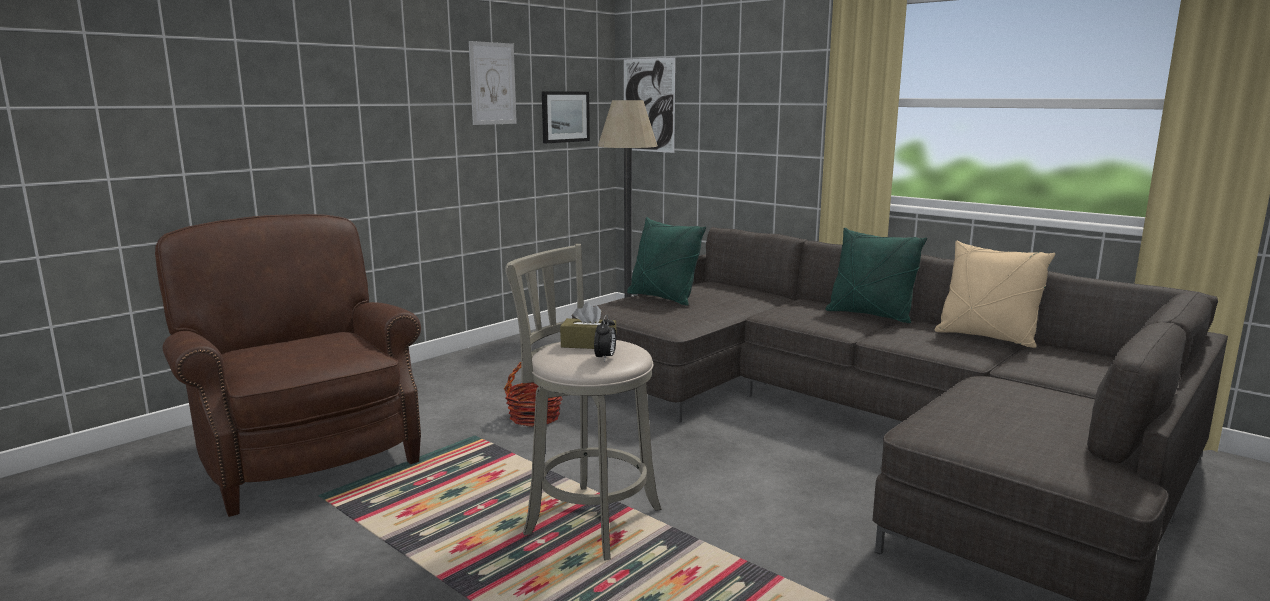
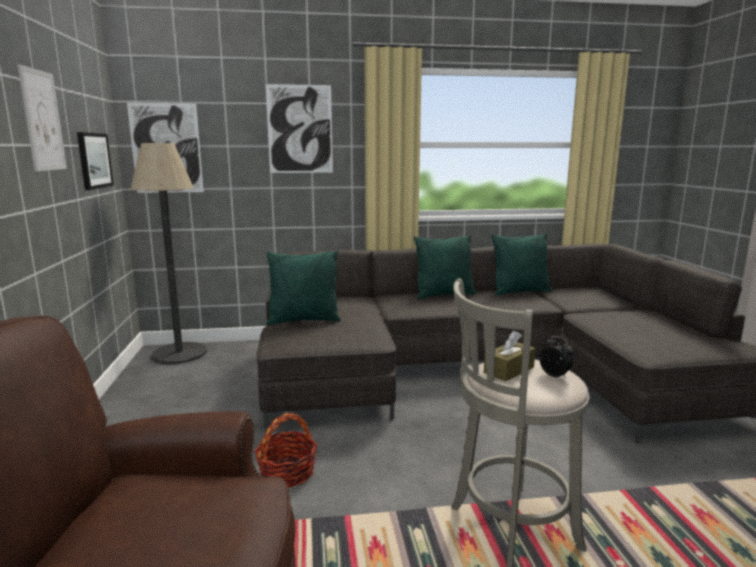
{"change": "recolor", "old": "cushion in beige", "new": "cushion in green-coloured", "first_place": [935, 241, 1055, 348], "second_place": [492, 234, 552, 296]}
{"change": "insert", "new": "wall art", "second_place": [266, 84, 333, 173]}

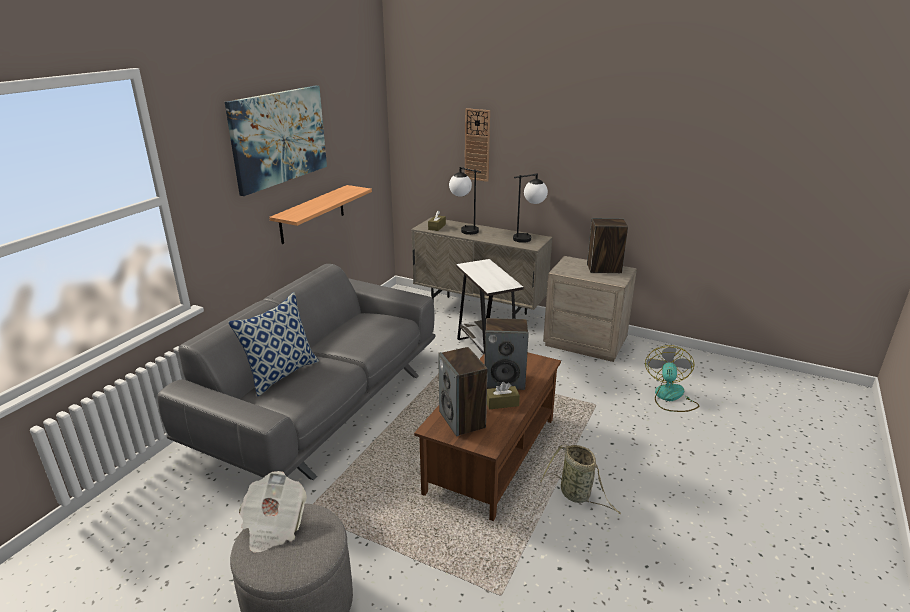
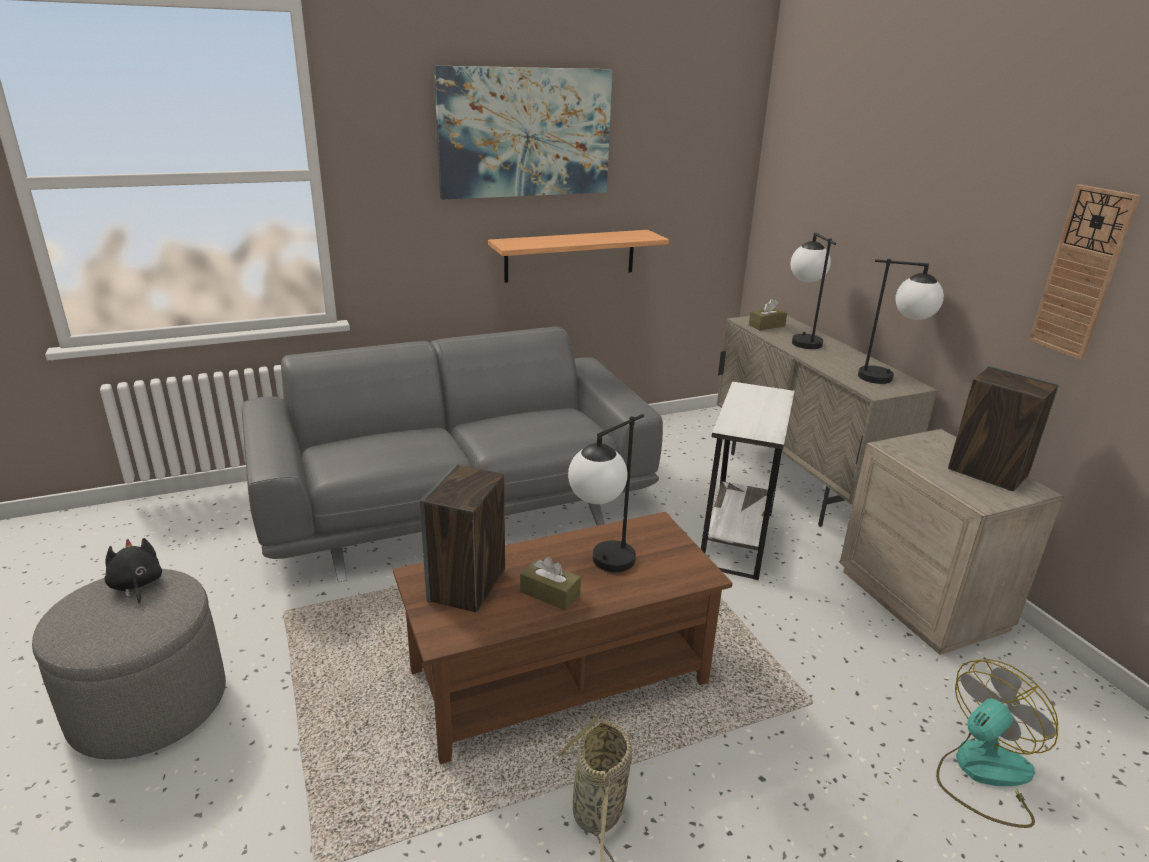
{"change": "delete", "old": "cushion", "first_place": [228, 292, 319, 397]}
{"change": "replace", "old": "daily paper", "new": "soft toy in blackish", "first_place": [239, 471, 307, 553], "second_place": [104, 538, 162, 604]}
{"change": "move", "old": "clock on the wall", "first_place": [465, 108, 490, 182], "second_place": [1029, 184, 1140, 360]}
{"change": "replace", "old": "loudspeaker", "new": "lamp for a table", "first_place": [484, 318, 529, 390], "second_place": [568, 414, 644, 572]}

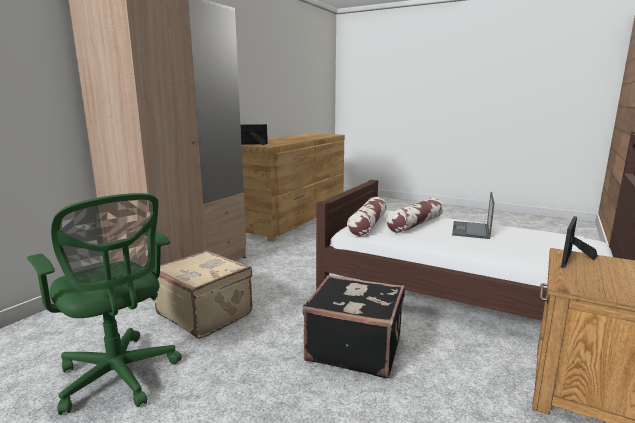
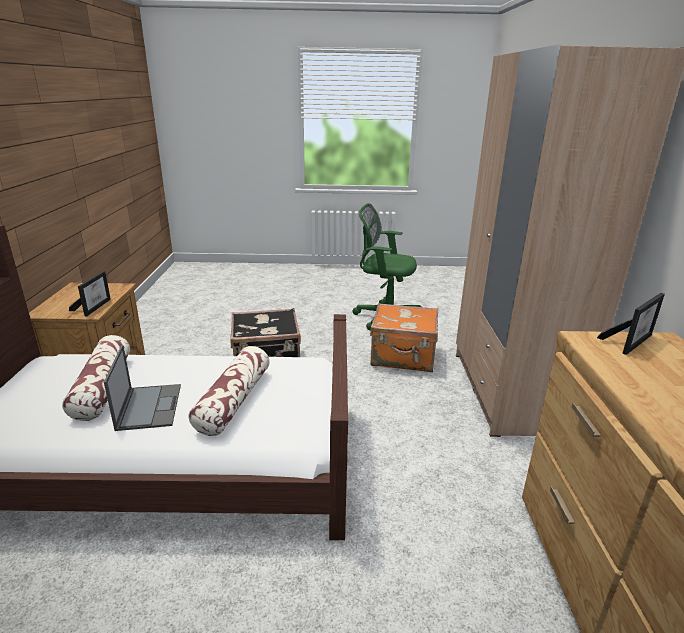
{"change": "recolor", "old": "suitcase in beige", "new": "suitcase in orange", "first_place": [155, 250, 252, 339], "second_place": [370, 303, 438, 372]}
{"change": "move", "old": "cushion", "first_place": [347, 197, 387, 236], "second_place": [62, 335, 130, 421]}

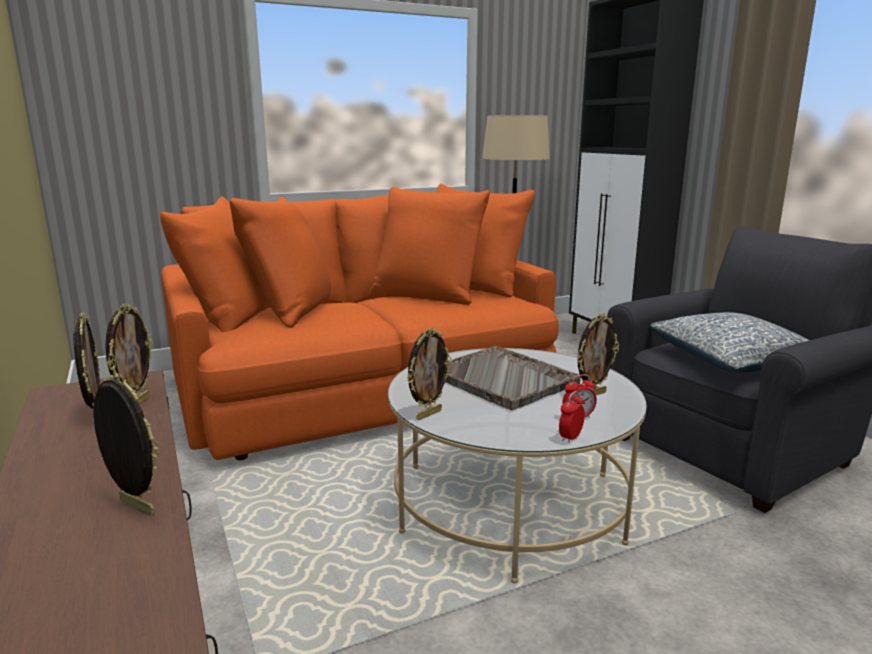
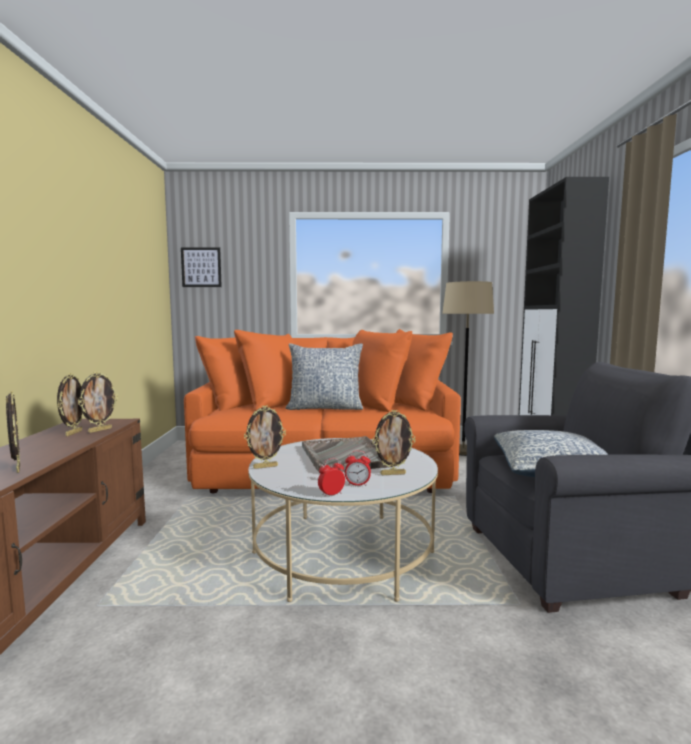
{"change": "insert", "new": "wall art", "second_place": [181, 247, 222, 287]}
{"change": "insert", "new": "cushion", "second_place": [285, 343, 363, 410]}

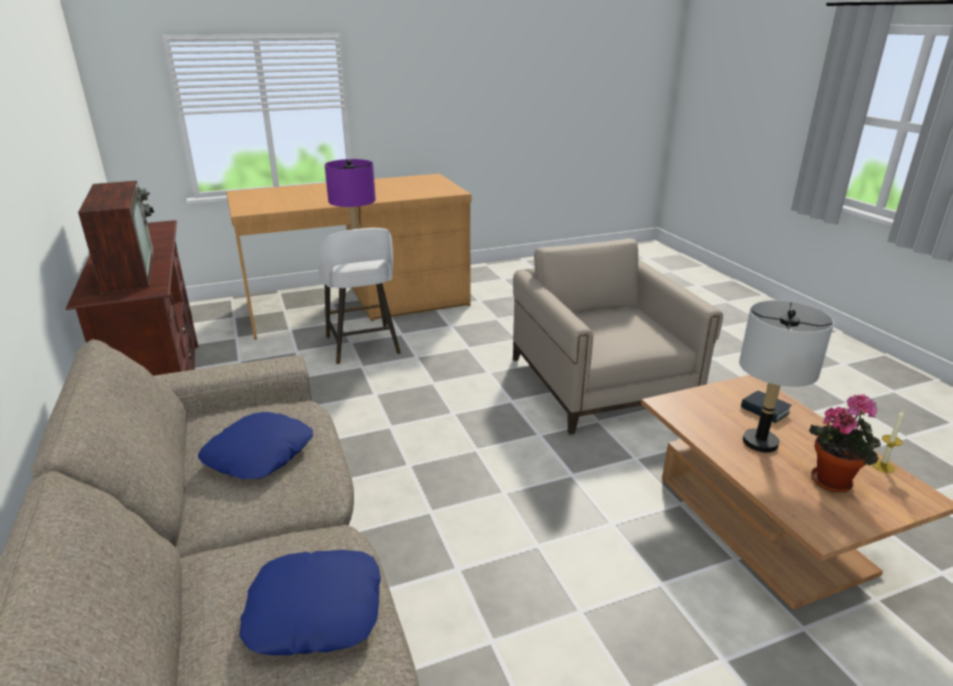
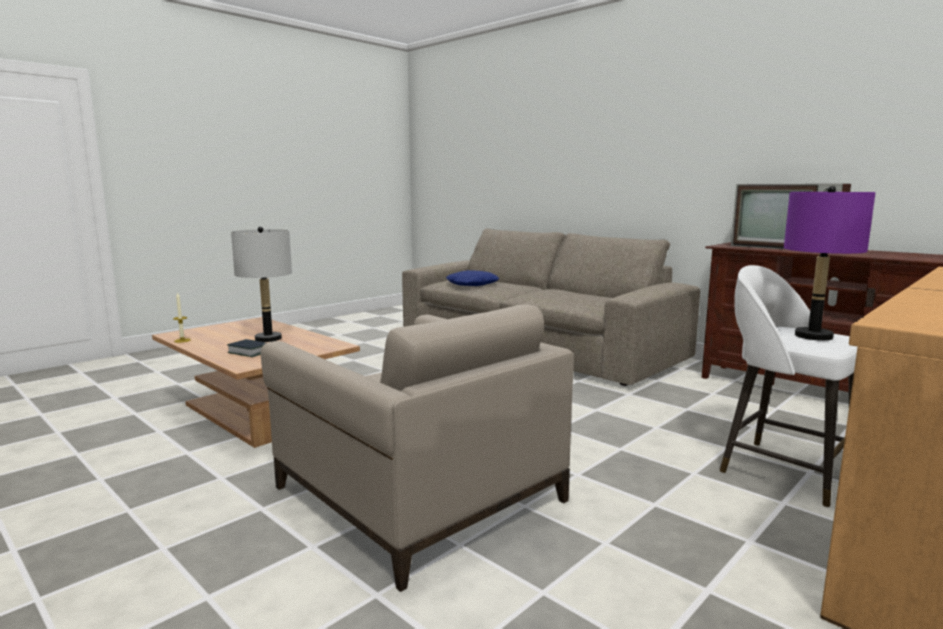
{"change": "delete", "old": "cushion in bluish", "first_place": [198, 412, 313, 479]}
{"change": "delete", "old": "potted plant", "first_place": [809, 394, 881, 493]}

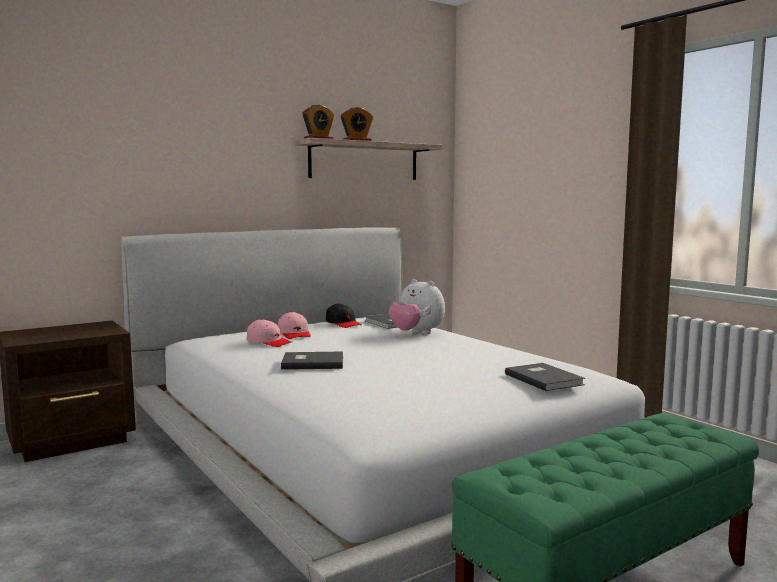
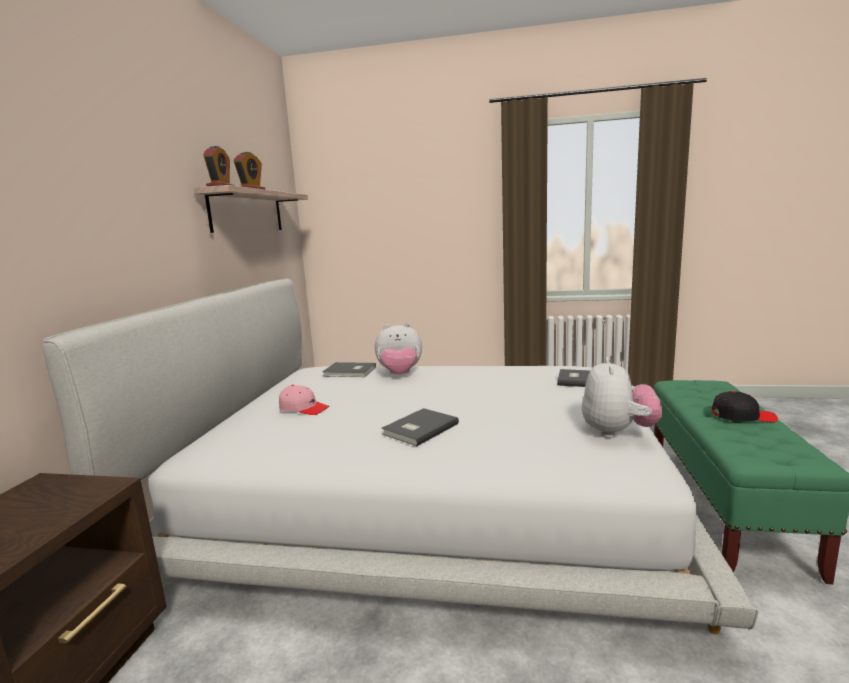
{"change": "delete", "old": "cap in pink", "first_place": [247, 319, 292, 347]}
{"change": "move", "old": "cap in blackish", "first_place": [326, 303, 362, 328], "second_place": [712, 391, 778, 422]}
{"change": "insert", "new": "soft toy", "second_place": [582, 357, 662, 438]}

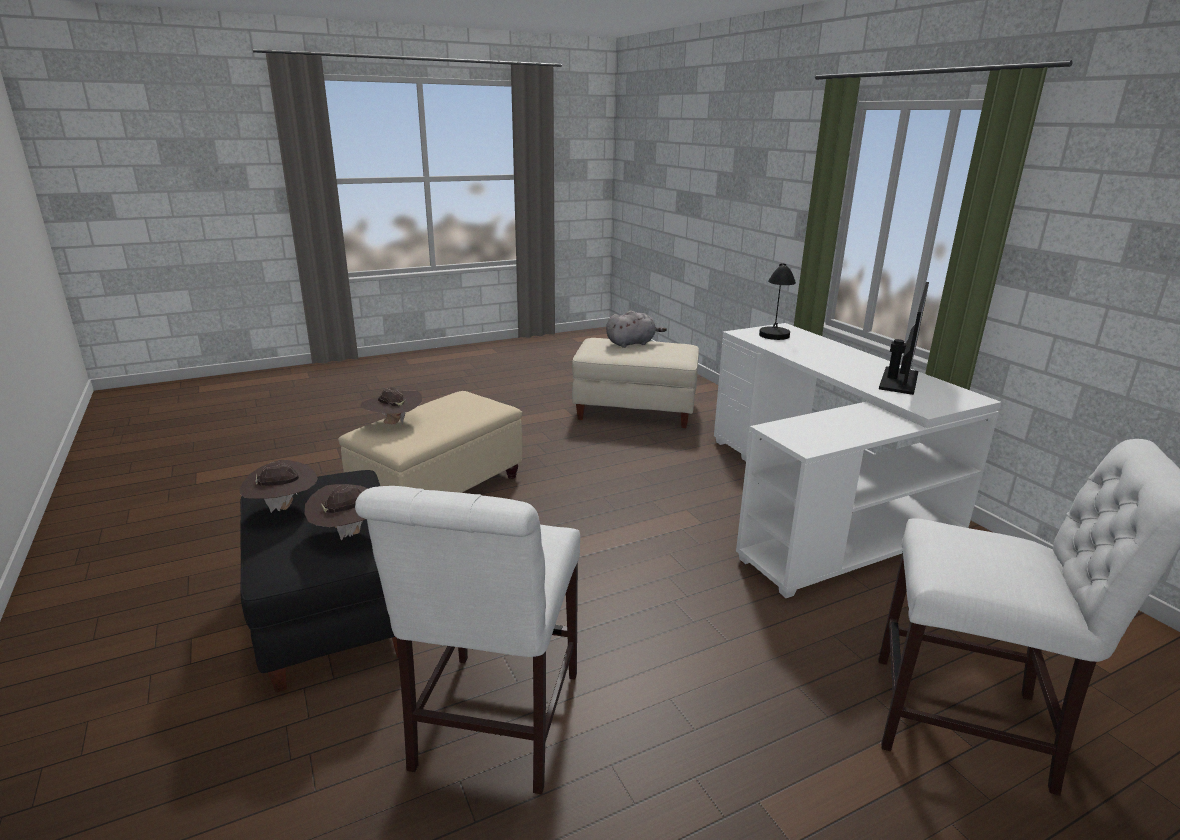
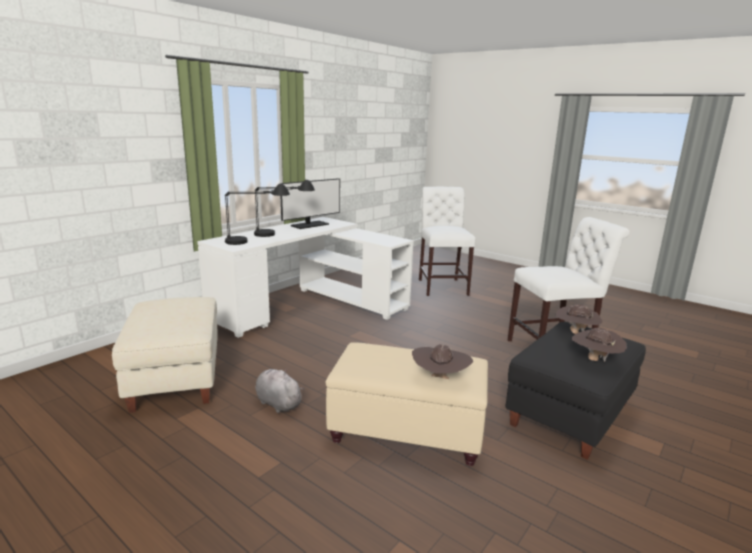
{"change": "move", "old": "soft toy in grey", "first_place": [606, 310, 667, 348], "second_place": [255, 369, 305, 413]}
{"change": "rotate", "old": "computer display", "first_place": [879, 282, 929, 395], "second_place": [281, 178, 340, 229], "degrees": 135}
{"change": "insert", "new": "lamp for a table in blackish", "second_place": [254, 180, 315, 237]}

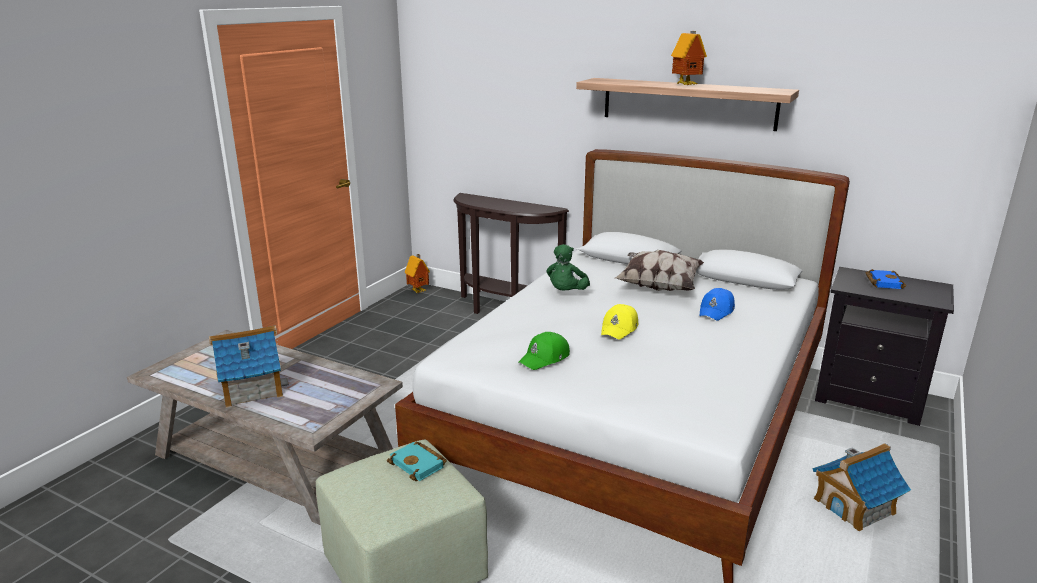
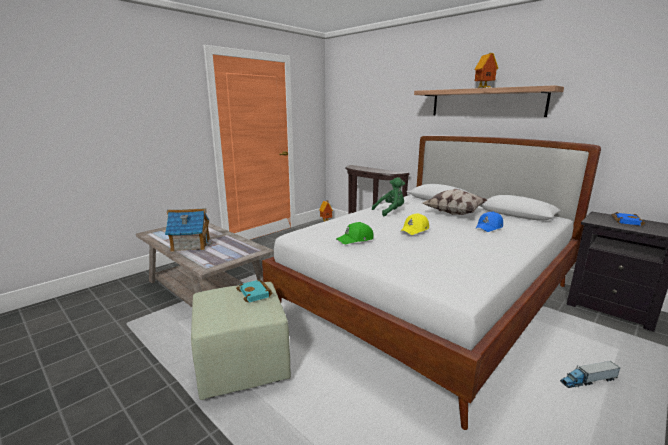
{"change": "rotate", "old": "soft toy in green-coloured", "first_place": [546, 244, 590, 291], "second_place": [372, 177, 405, 216], "degrees": -150}
{"change": "replace", "old": "miniature house", "new": "model truck", "first_place": [812, 443, 911, 531], "second_place": [560, 361, 620, 388]}

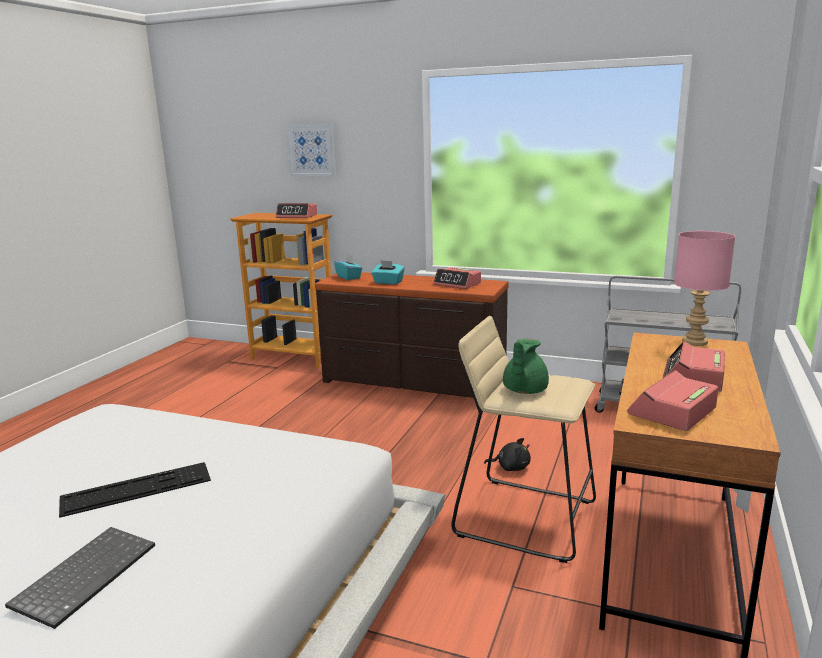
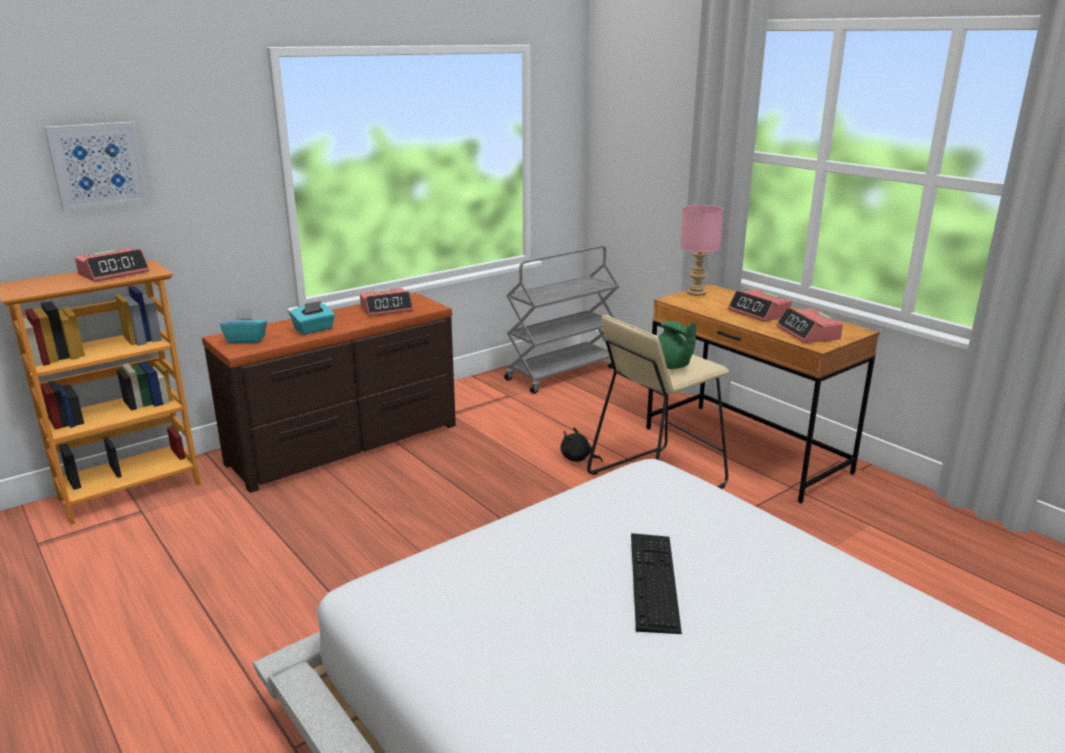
{"change": "delete", "old": "PC keyboard", "first_place": [5, 527, 155, 629]}
{"change": "rotate", "old": "soft toy in blackish", "first_place": [484, 438, 531, 471], "second_place": [560, 427, 603, 463], "degrees": -105}

